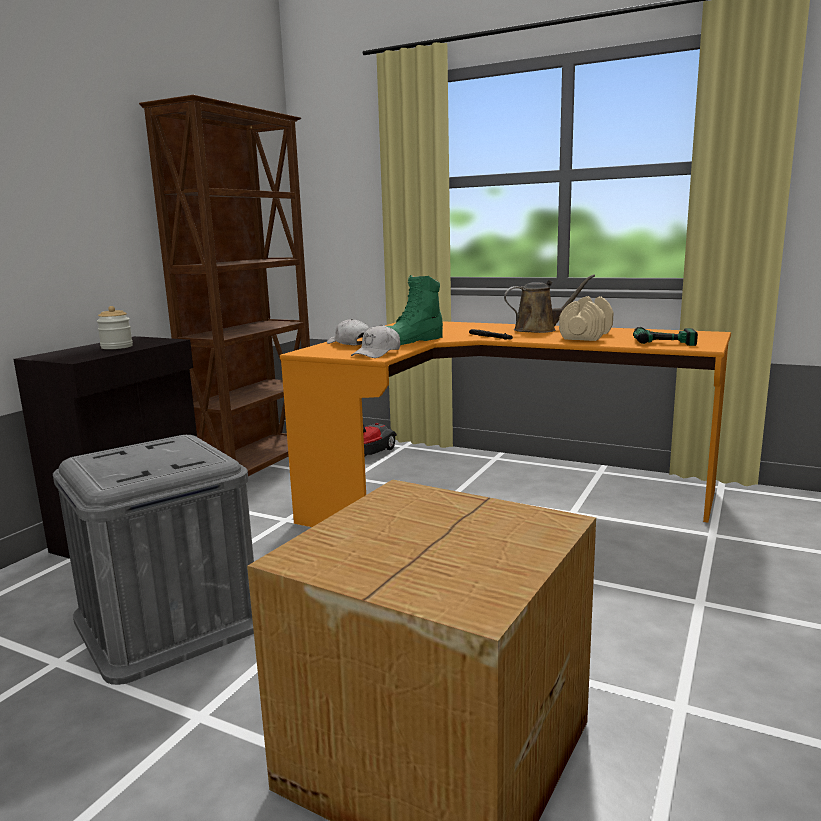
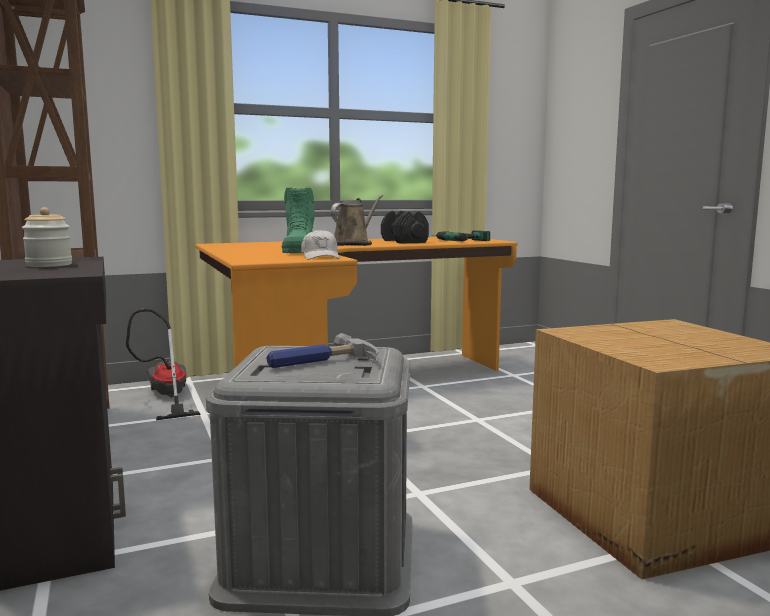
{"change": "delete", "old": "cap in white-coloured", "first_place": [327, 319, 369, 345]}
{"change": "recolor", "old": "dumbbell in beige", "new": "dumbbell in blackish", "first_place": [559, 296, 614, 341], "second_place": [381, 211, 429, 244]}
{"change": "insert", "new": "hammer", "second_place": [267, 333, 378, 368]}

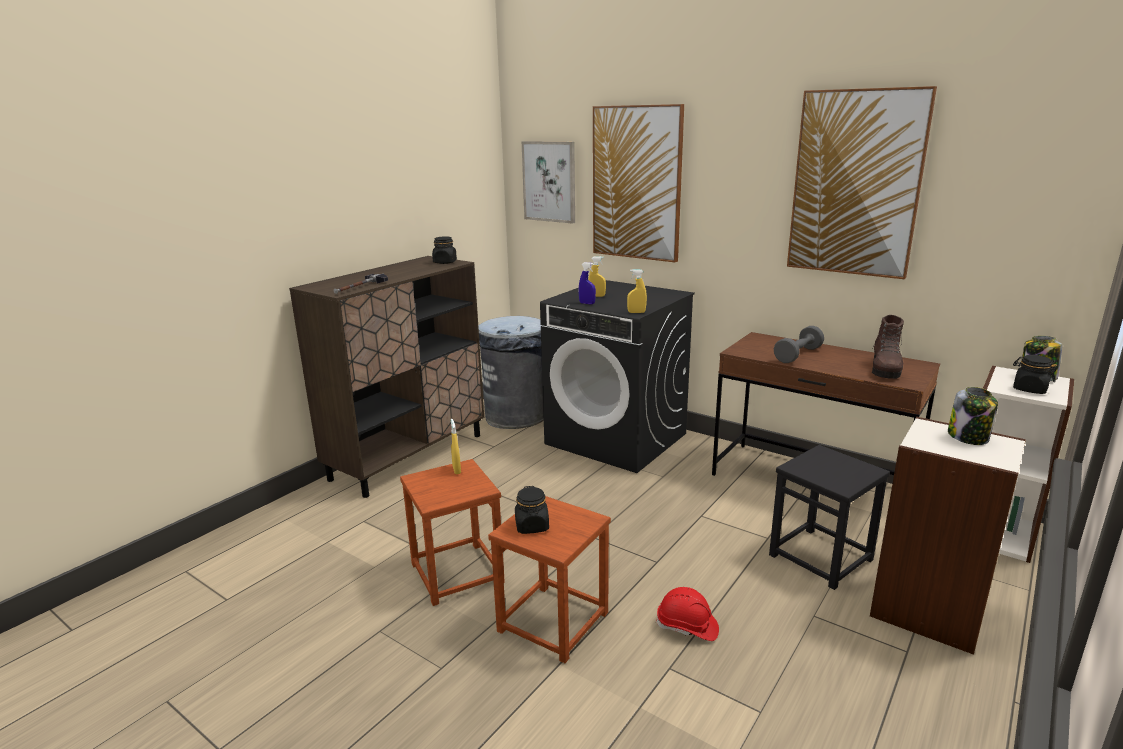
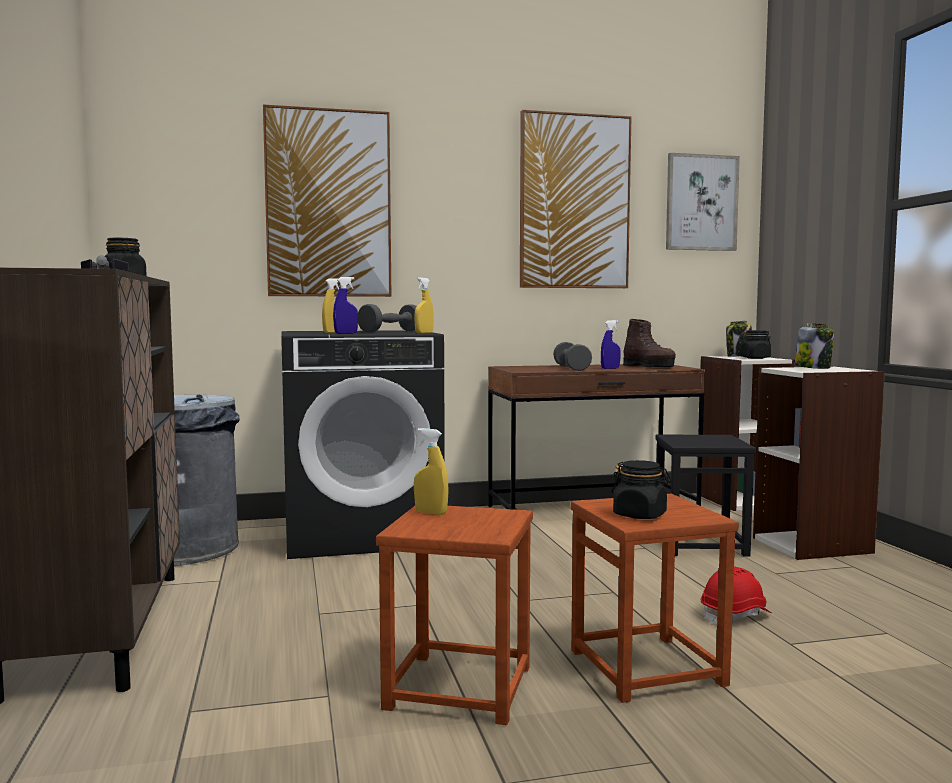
{"change": "move", "old": "wall art", "first_place": [522, 141, 575, 224], "second_place": [666, 153, 740, 251]}
{"change": "insert", "new": "dumbbell in grey", "second_place": [358, 304, 417, 332]}
{"change": "insert", "new": "sprayer in bluish", "second_place": [601, 320, 621, 369]}

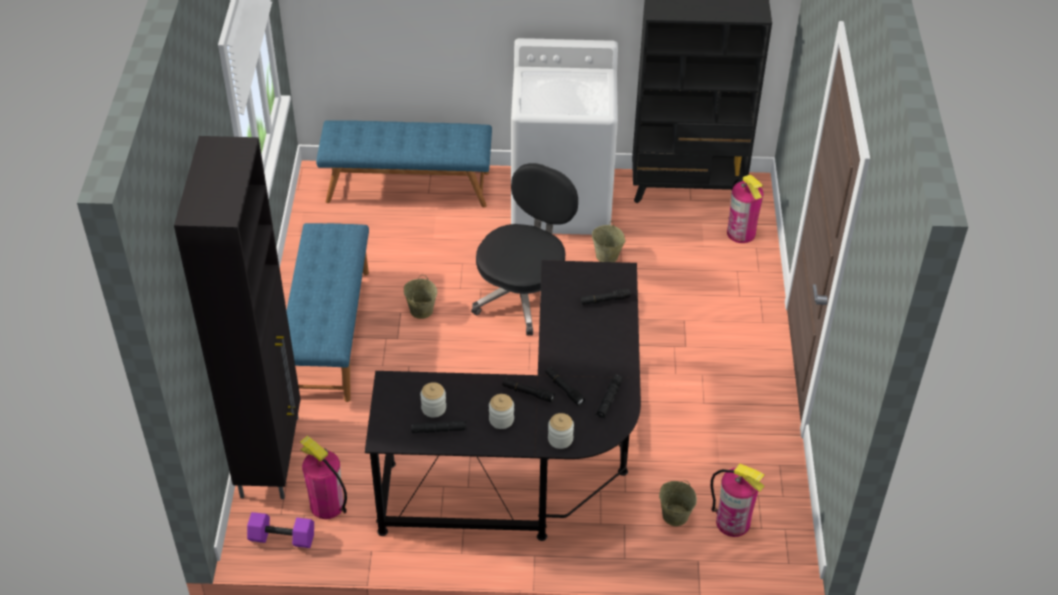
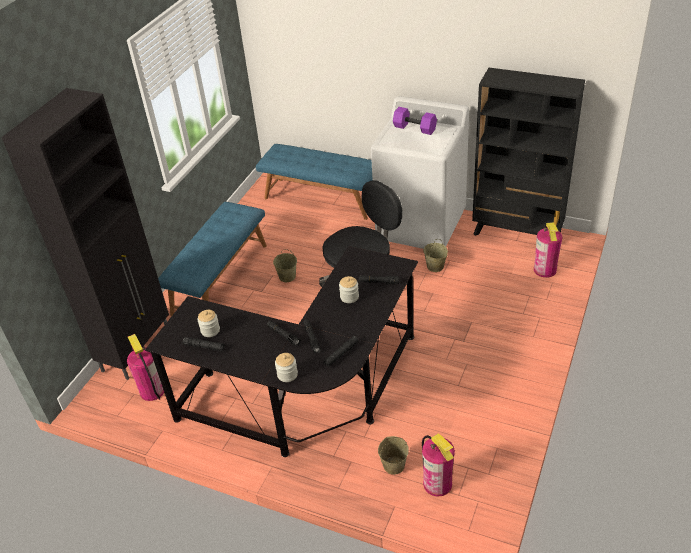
{"change": "move", "old": "dumbbell in purple", "first_place": [247, 512, 314, 548], "second_place": [393, 107, 437, 135]}
{"change": "move", "old": "preserve jar", "first_place": [489, 394, 514, 429], "second_place": [339, 276, 359, 303]}

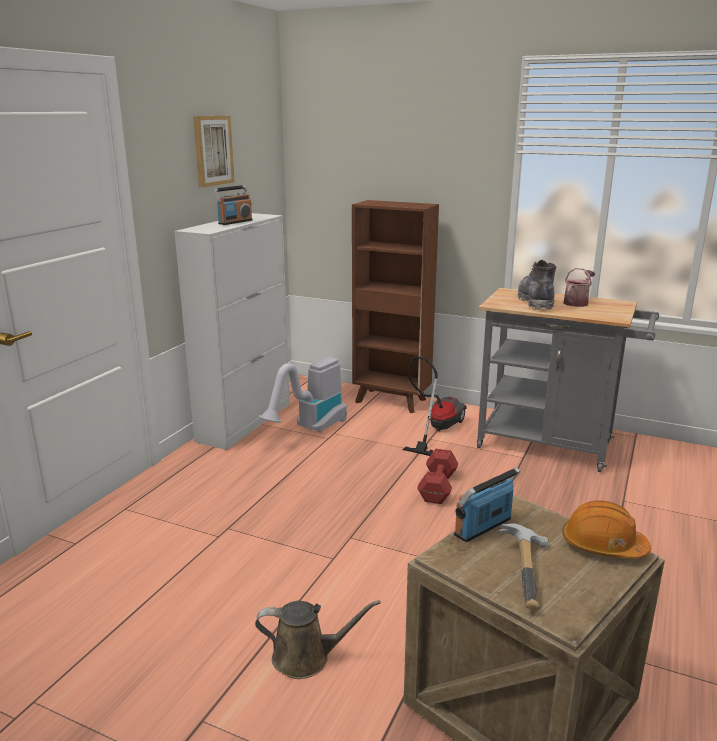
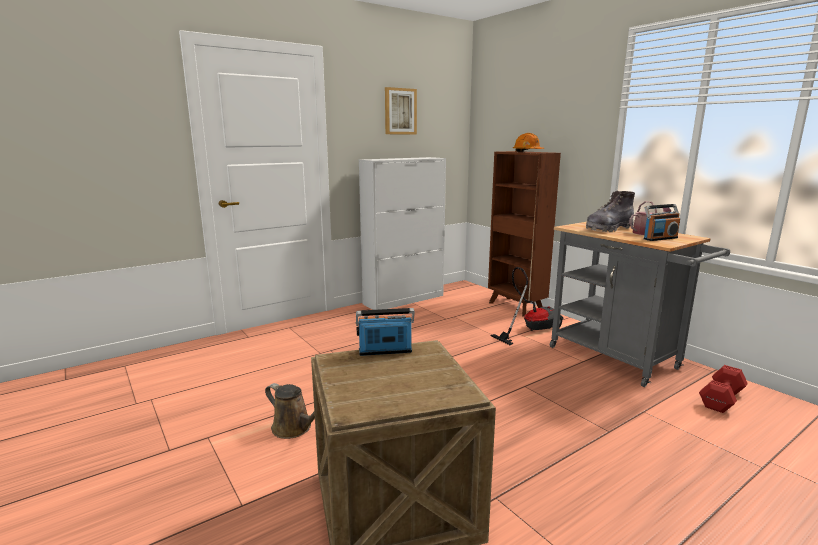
{"change": "move", "old": "radio receiver", "first_place": [213, 185, 252, 225], "second_place": [644, 204, 680, 241]}
{"change": "delete", "old": "hoover", "first_place": [259, 357, 347, 433]}
{"change": "move", "old": "dumbbell in red", "first_place": [417, 449, 458, 504], "second_place": [699, 365, 748, 413]}
{"change": "delete", "old": "hammer", "first_place": [496, 523, 548, 611]}
{"change": "rotate", "old": "tall boot in grey", "first_place": [518, 260, 556, 310], "second_place": [586, 191, 635, 232], "degrees": -150}
{"change": "move", "old": "safety helmet in orange", "first_place": [562, 500, 651, 559], "second_place": [513, 133, 544, 152]}

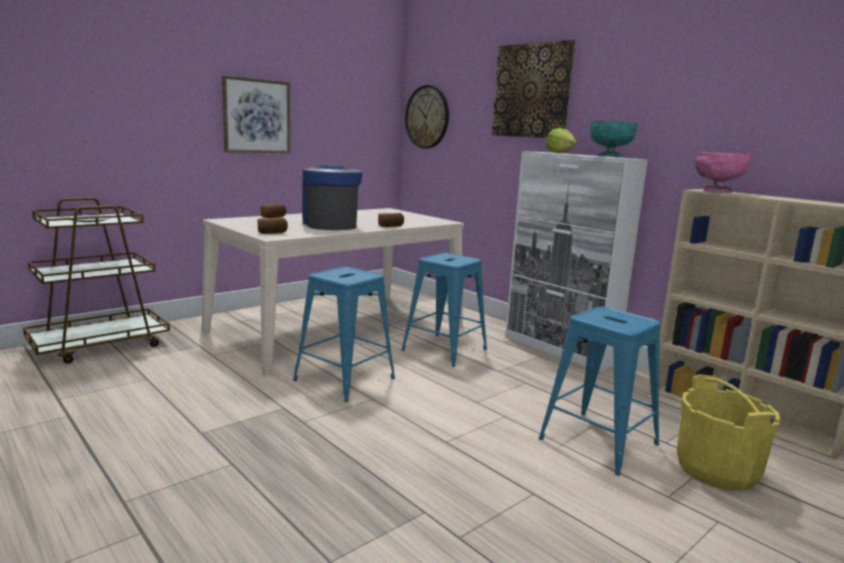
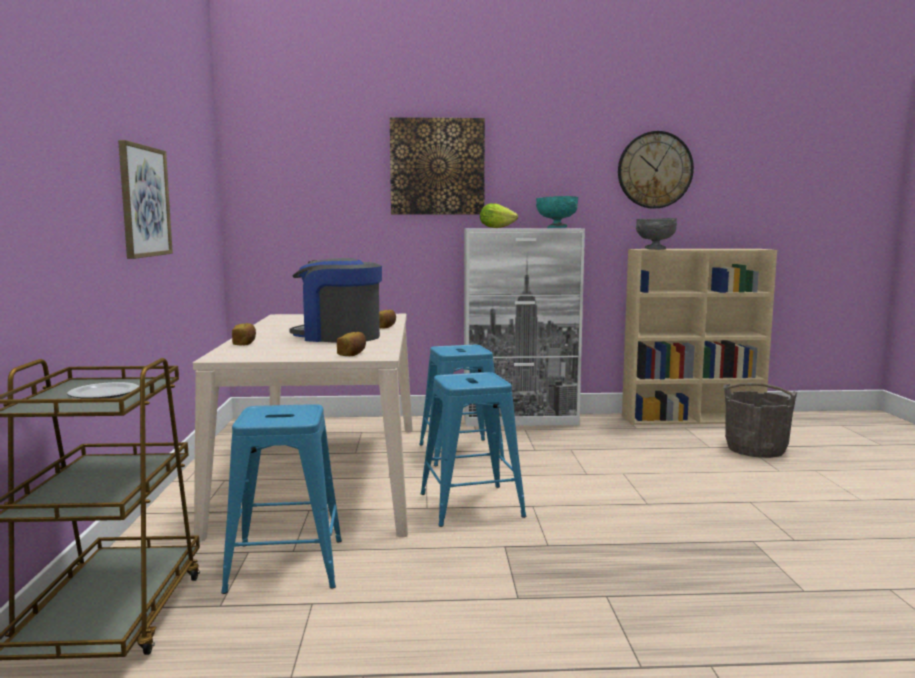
{"change": "move", "old": "clock on the wall", "first_place": [405, 85, 449, 148], "second_place": [618, 131, 694, 209]}
{"change": "move", "old": "sitting stool in bluish", "first_place": [539, 306, 661, 476], "second_place": [221, 404, 342, 594]}
{"change": "recolor", "old": "water bucket in yellowish", "new": "water bucket in grey", "first_place": [677, 374, 780, 491], "second_place": [724, 383, 797, 458]}
{"change": "recolor", "old": "bowl in pink", "new": "bowl in grey", "first_place": [695, 152, 752, 193], "second_place": [636, 218, 677, 250]}

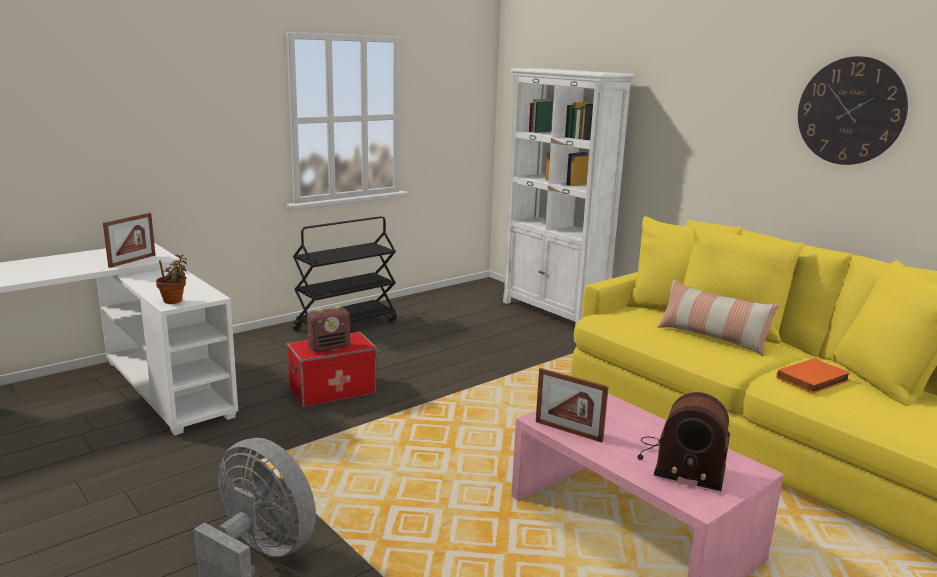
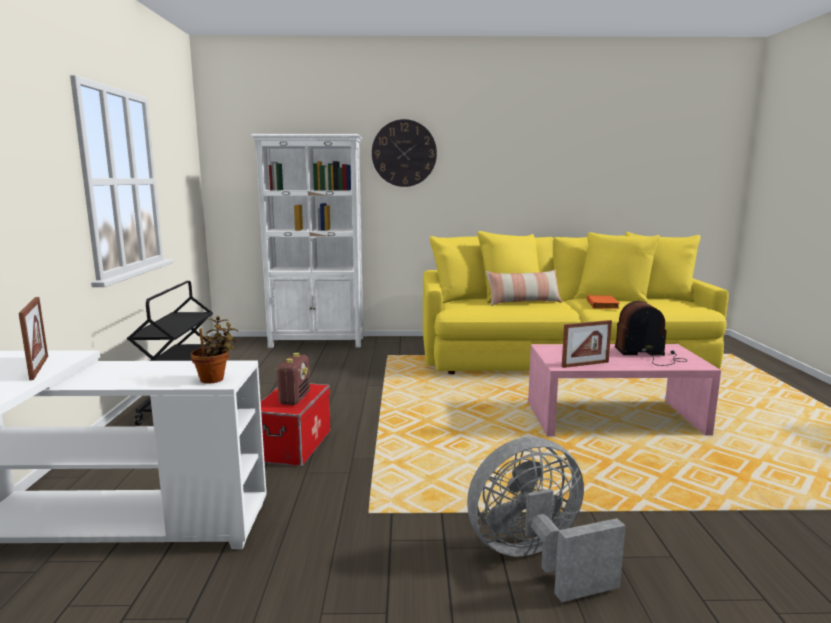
{"change": "rotate", "old": "radio receiver", "first_place": [637, 392, 730, 491], "second_place": [615, 301, 687, 366], "degrees": -150}
{"change": "move", "old": "clock on the wall", "first_place": [798, 56, 908, 165], "second_place": [372, 119, 437, 187]}

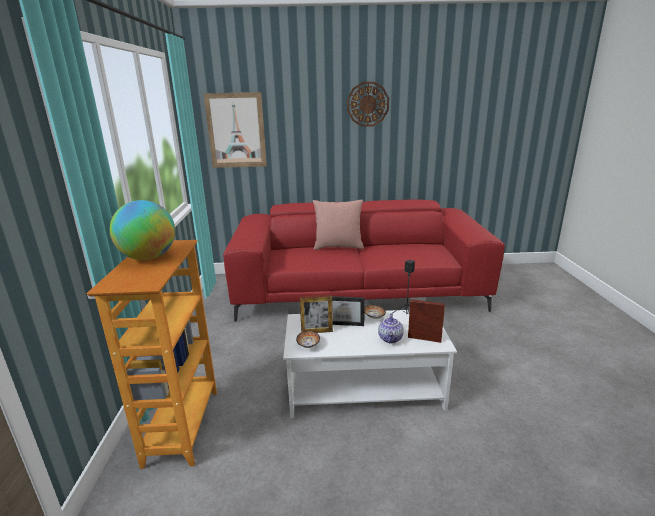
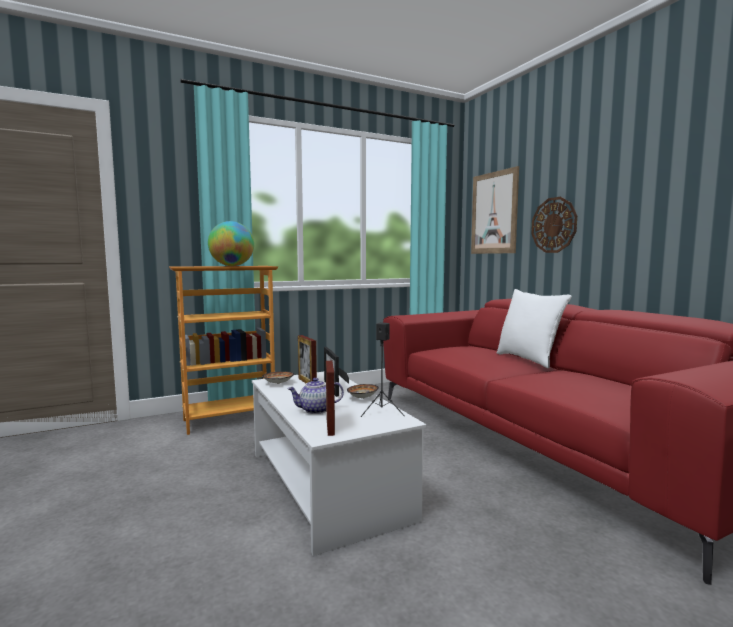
{"change": "recolor", "old": "cushion in pink", "new": "cushion in white-coloured", "first_place": [313, 200, 364, 250], "second_place": [497, 289, 572, 368]}
{"change": "move", "old": "clock on the wall", "first_place": [347, 82, 389, 127], "second_place": [531, 197, 577, 253]}

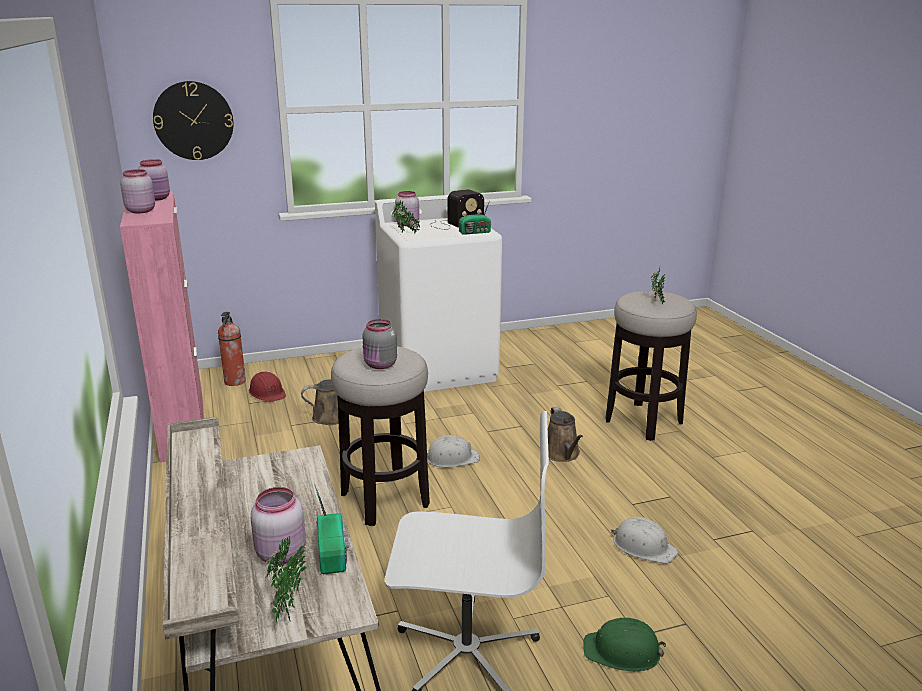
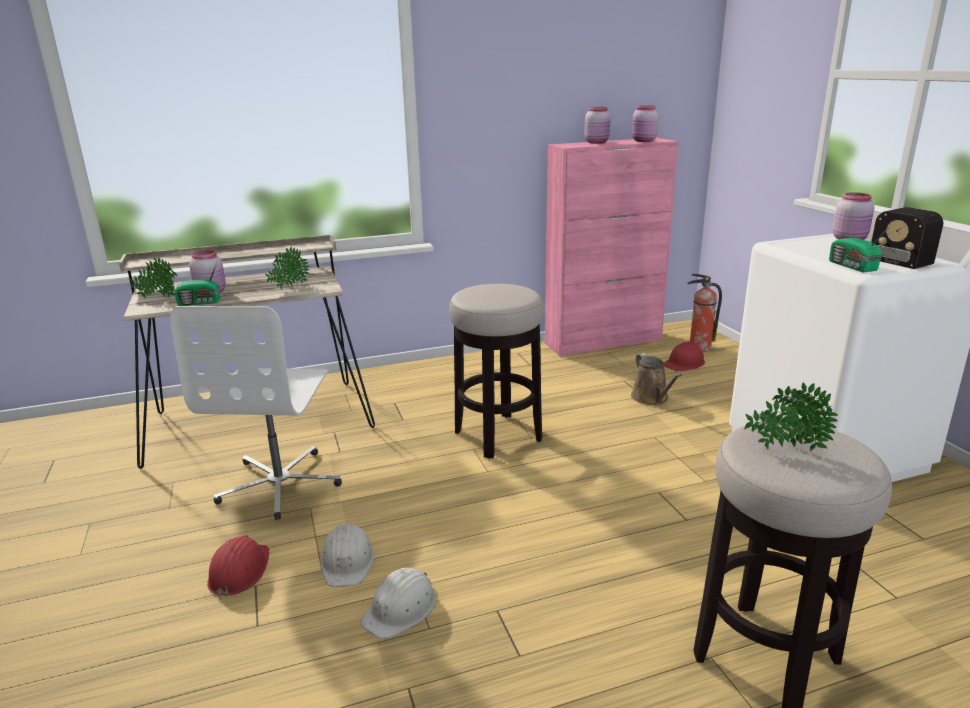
{"change": "delete", "old": "clock on the wall", "first_place": [153, 81, 234, 160]}
{"change": "delete", "old": "preserve jar in grey", "first_place": [362, 319, 397, 369]}
{"change": "move", "old": "potted plant", "first_place": [393, 200, 421, 233], "second_place": [265, 247, 310, 290]}
{"change": "move", "old": "safety helmet in white-coloured", "first_place": [427, 435, 480, 467], "second_place": [321, 523, 375, 587]}
{"change": "delete", "old": "watering can in brownish", "first_place": [548, 407, 583, 462]}
{"change": "recolor", "old": "safety helmet in green-coloured", "new": "safety helmet in red", "first_place": [583, 618, 666, 671], "second_place": [207, 535, 269, 599]}

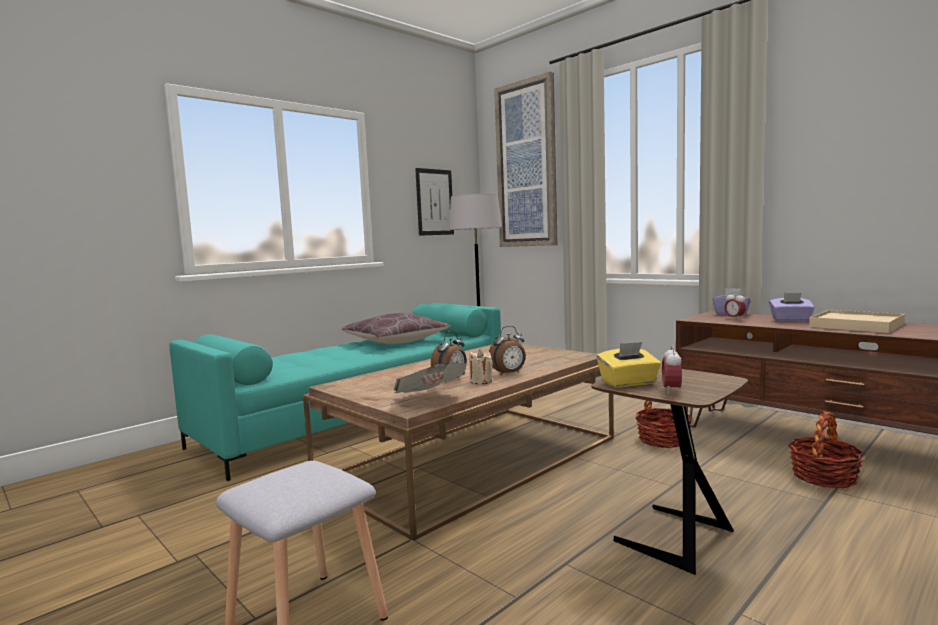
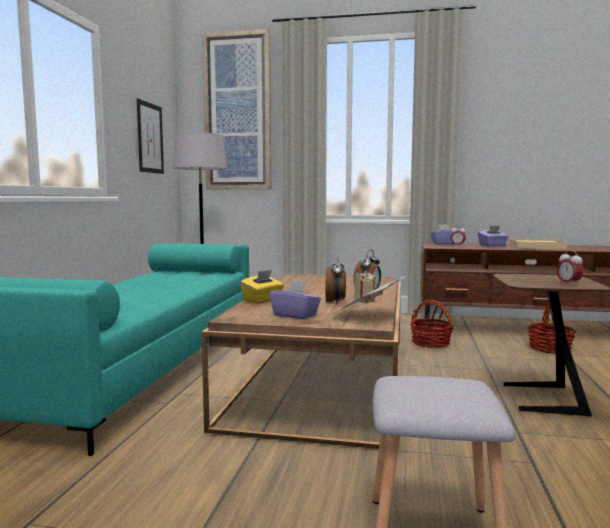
{"change": "delete", "old": "cushion in brownish", "first_place": [341, 313, 451, 344]}
{"change": "move", "old": "box of tissues in yellowish", "first_place": [597, 342, 661, 388], "second_place": [240, 270, 284, 304]}
{"change": "insert", "new": "box of tissues in purple", "second_place": [269, 279, 321, 320]}

